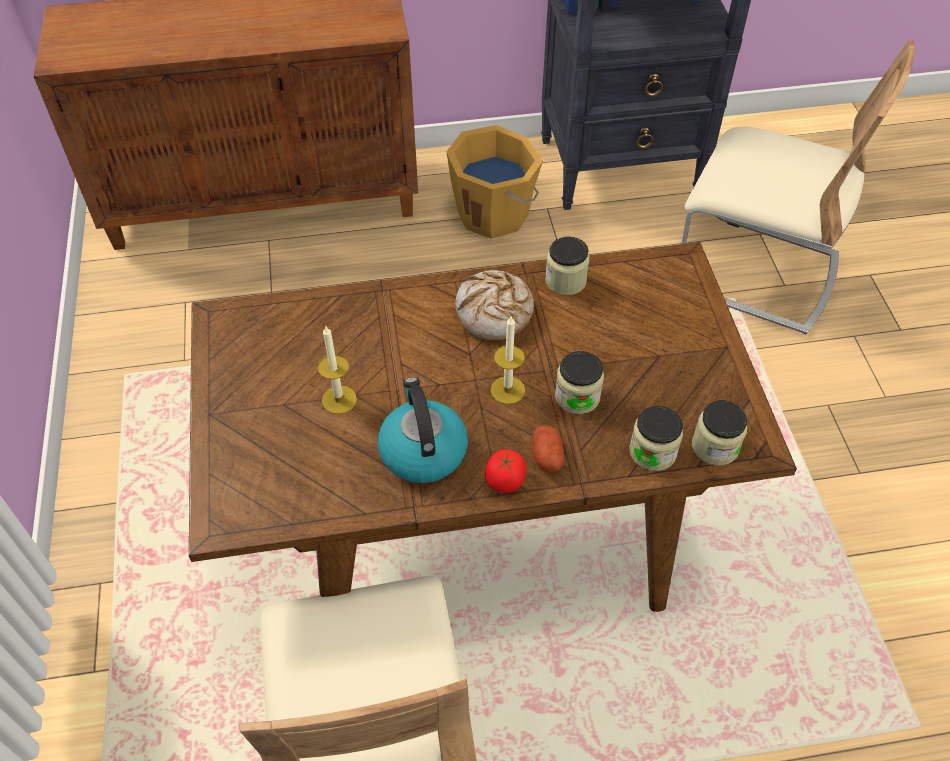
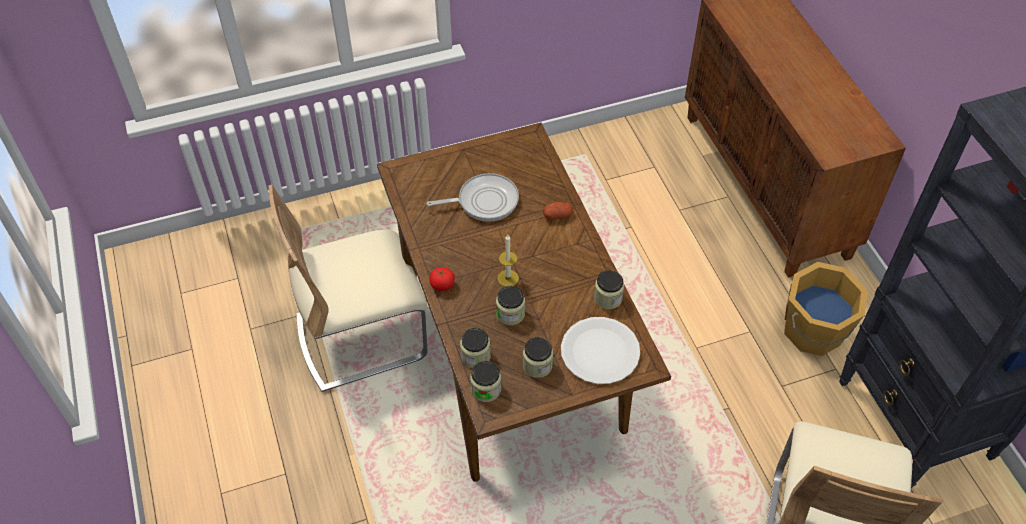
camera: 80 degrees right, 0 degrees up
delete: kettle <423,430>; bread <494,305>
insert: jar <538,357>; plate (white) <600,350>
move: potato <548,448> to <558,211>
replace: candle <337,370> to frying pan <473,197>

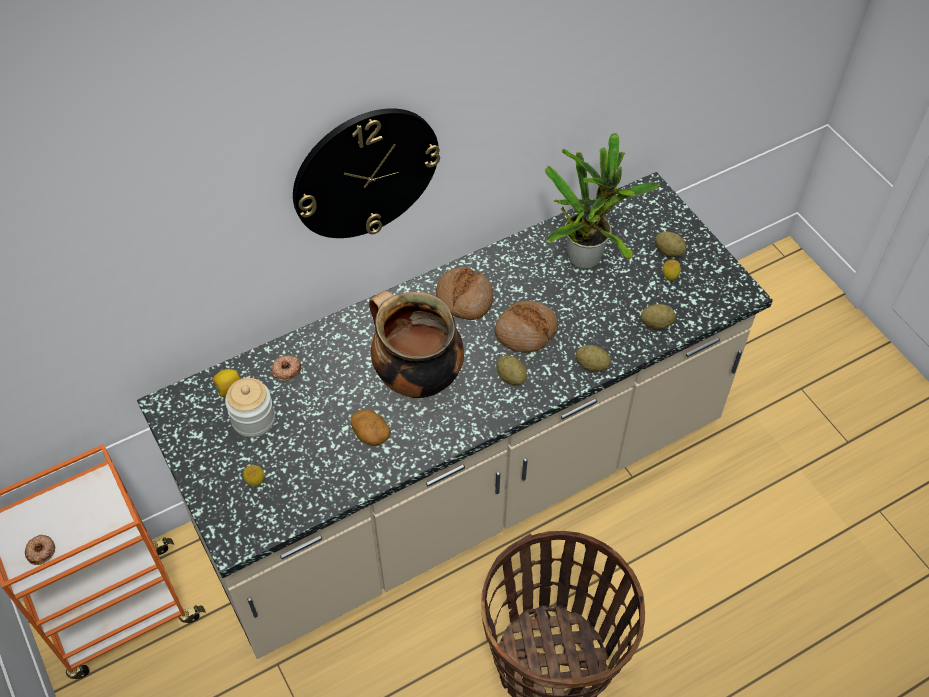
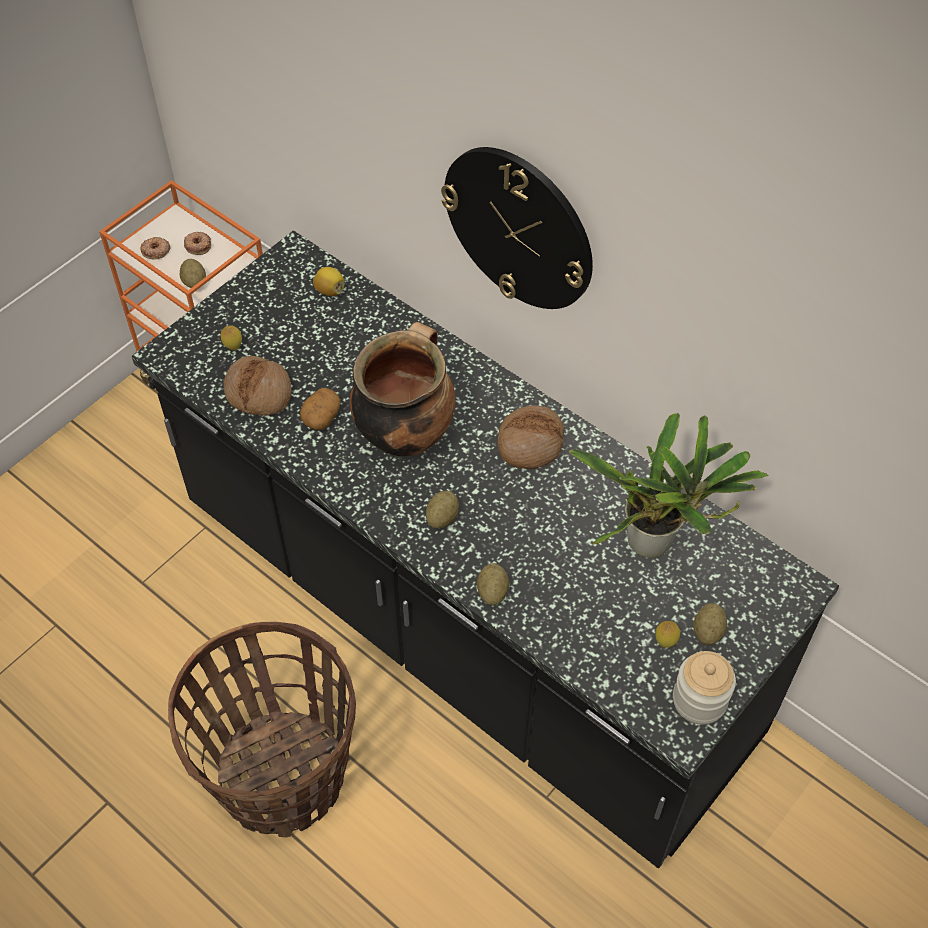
camera: 70 degrees right, 0 degrees up
move: jar <250,408> to <704,688>; donut <286,368> to <197,243>; bread <526,327> to <258,385>; potato <658,316> to <193,273>
recolor: counter (beige) <455,415> to counter (black) <485,549>

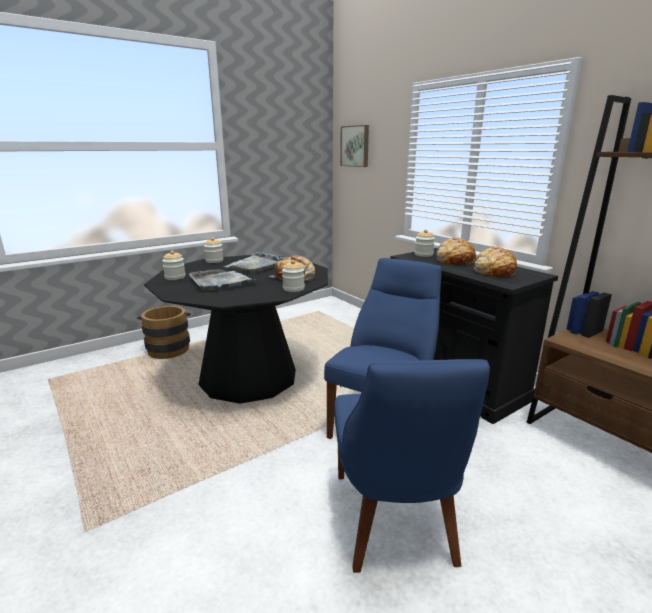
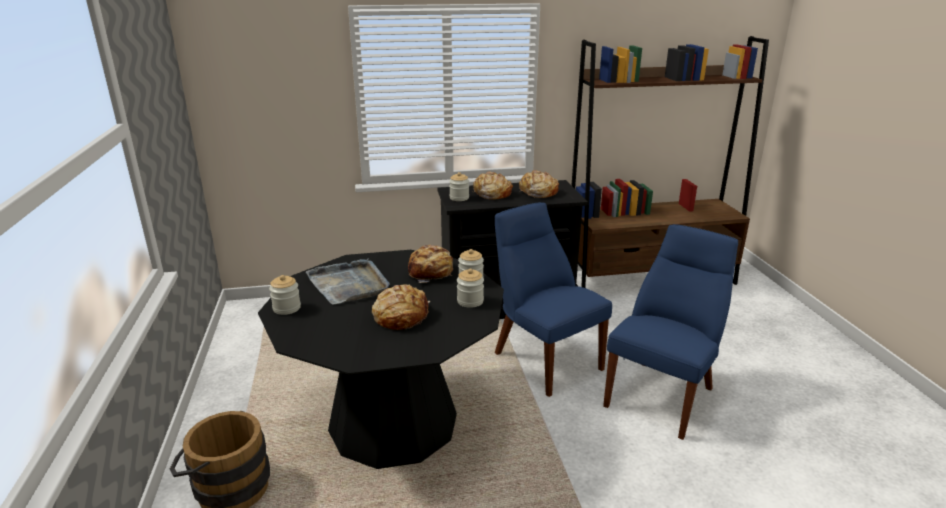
camera: 65 degrees left, 5 degrees up
delete: picture <354,146>
move: jar <174,265> to <470,288>
replace: tray (grey) <222,279> to bread <401,307>
rotate: chair (blue) <412,466> = <670,332> 75 degrees counterclockwise

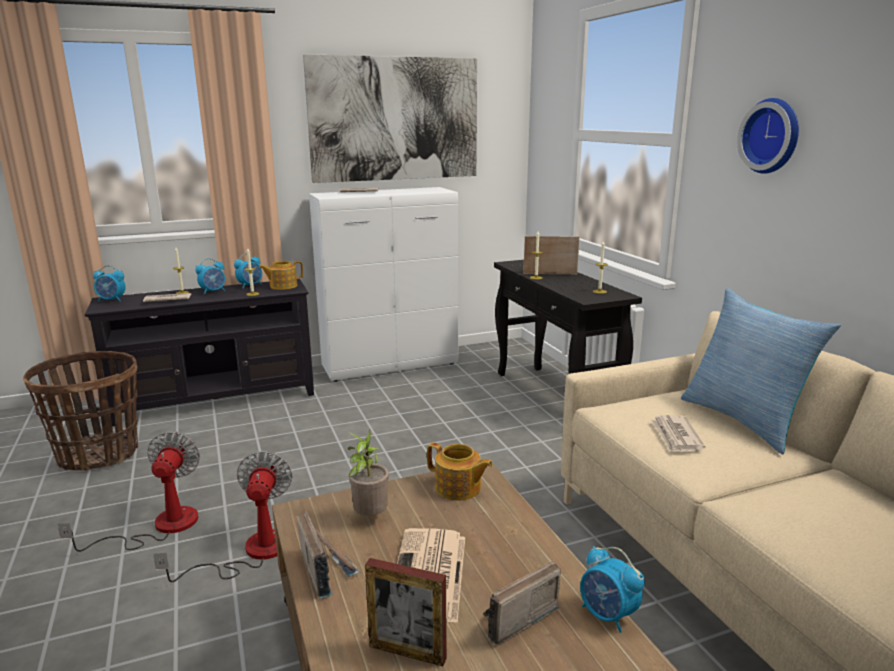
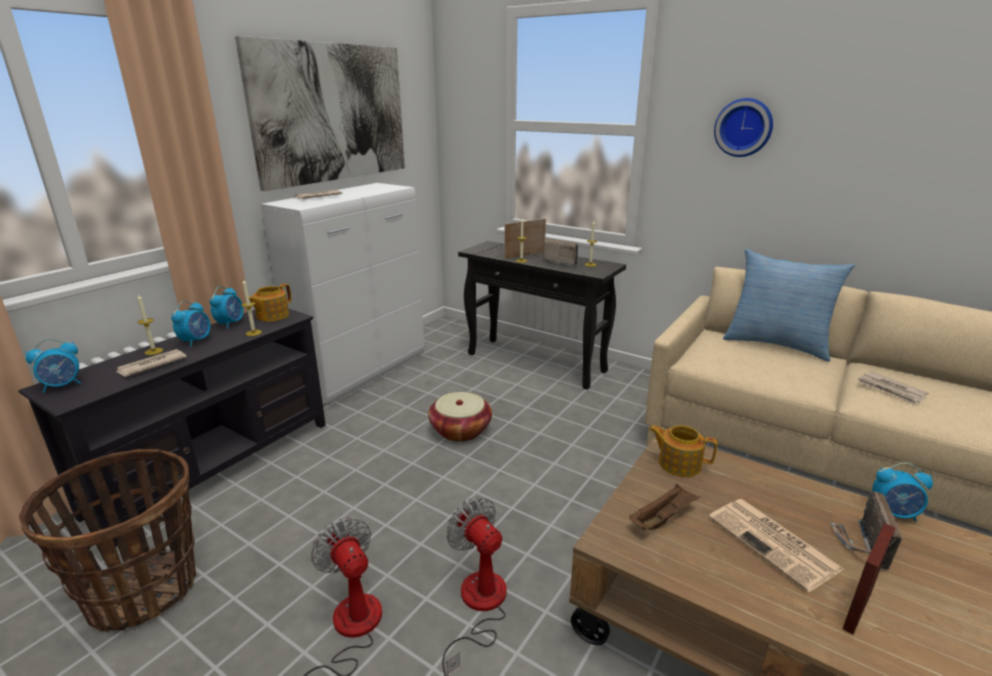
camera: 35 degrees left, 5 degrees up
insert: basket <460,417>
move: radio <328,555> to <561,252>; newspaper <678,434> to <893,389>
replace: potted plant <368,472> to tray (brown) <664,507>
rotate: picture frame <406,612> = <869,579> 150 degrees clockwise; teapot <460,472> = <683,451> 150 degrees counterclockwise

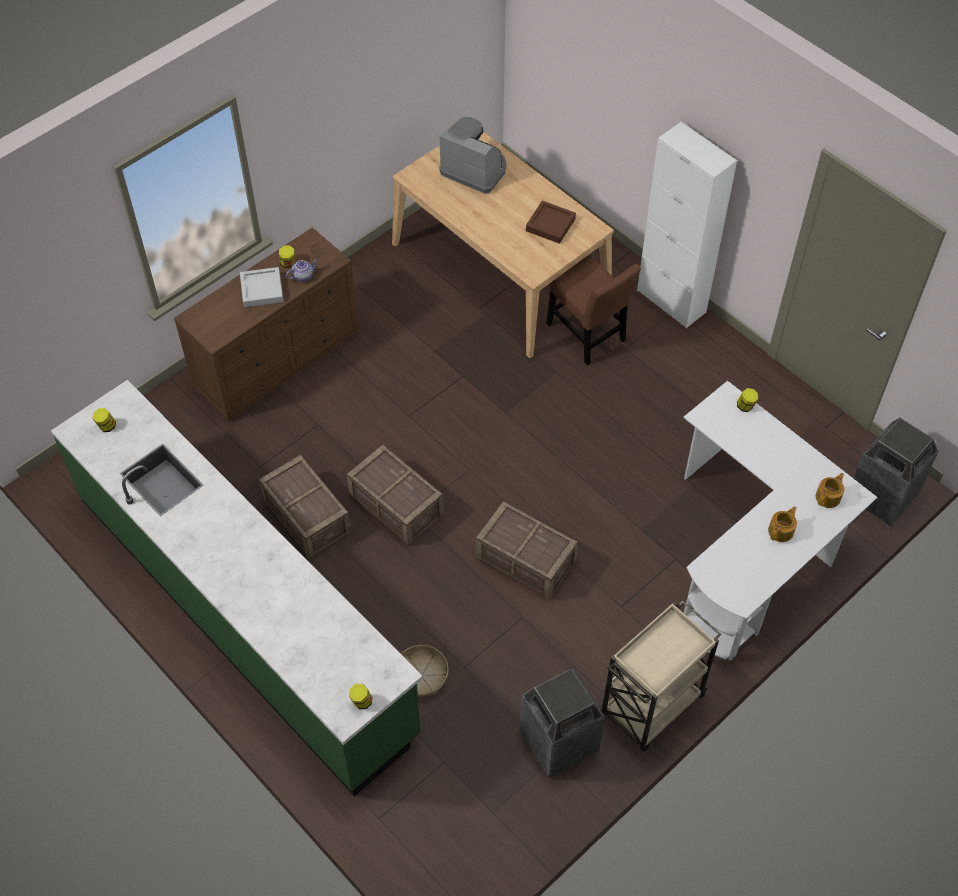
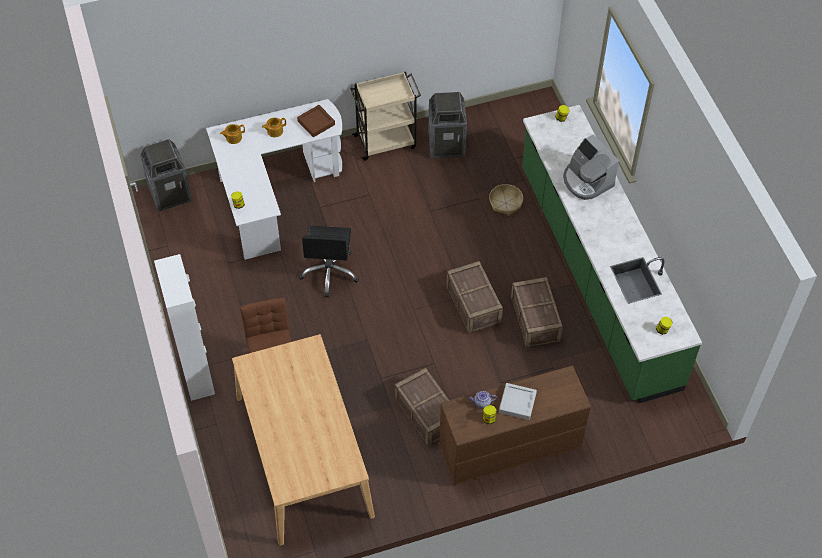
camera: 155 degrees left, 0 degrees up
insert: office chair (black) <329,261>
move: coffee machine <472,155> to <591,167>; crate <527,550> to <421,407>; tray (brown) <551,222> to <316,121>

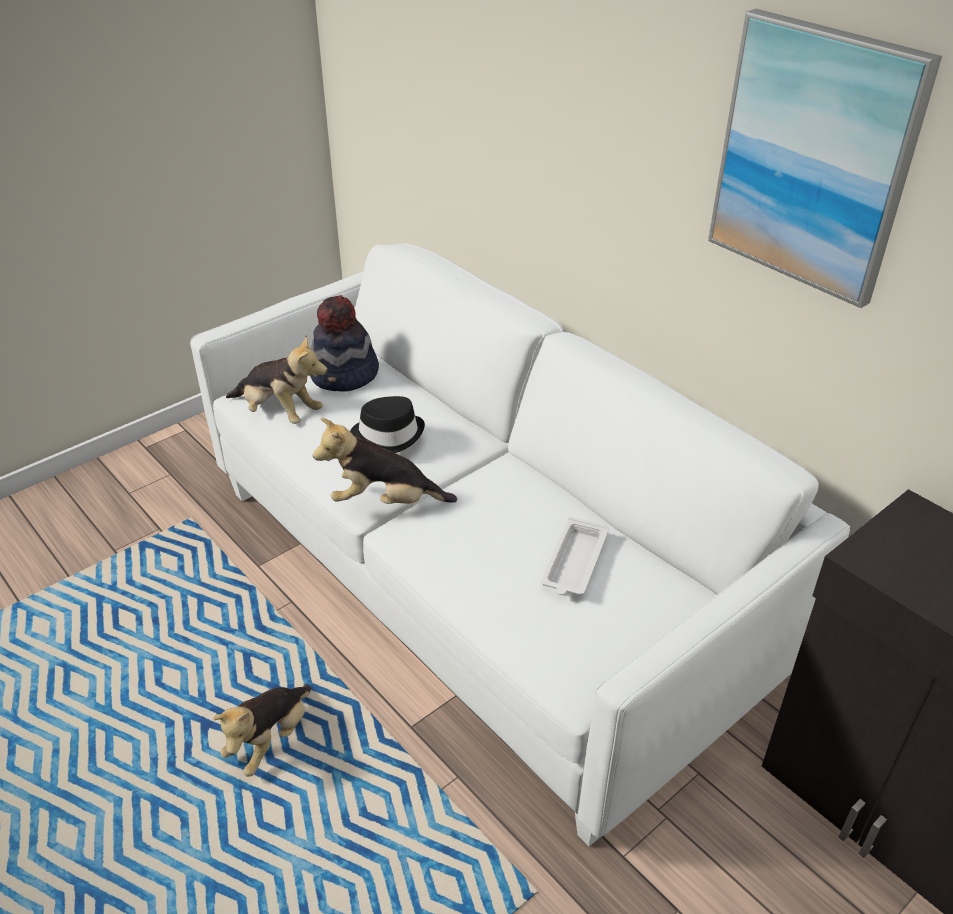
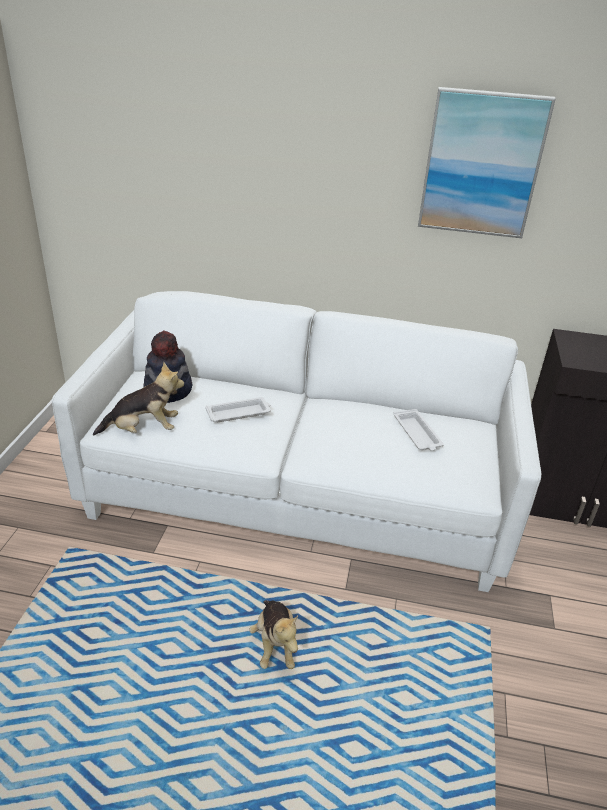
camera: 40 degrees left, 5 degrees down
delete: plush toy <385,461>
replace: hat (black) <387,424> to tray (white) <238,409>

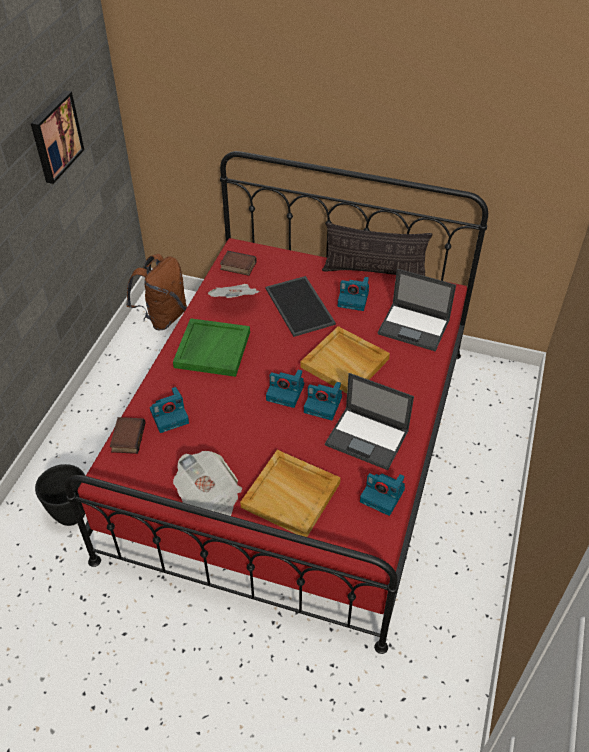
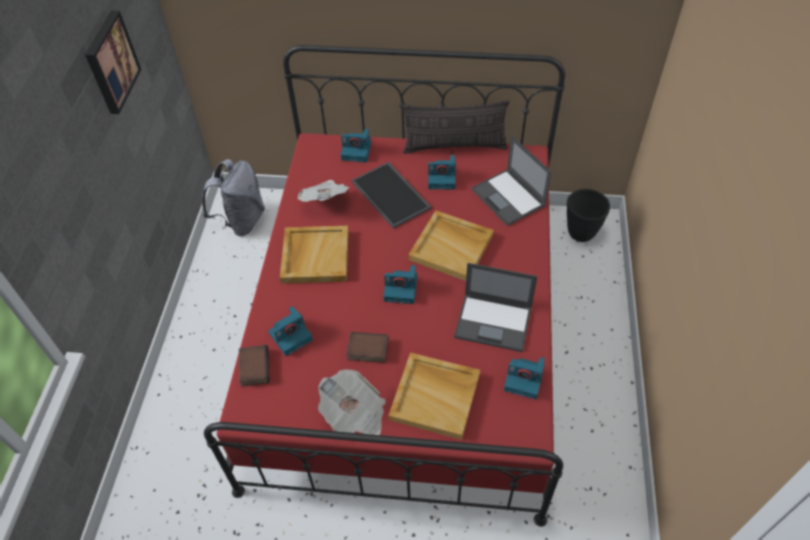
camera: 10 degrees left, 5 degrees up
move: planter (black) <60,495> to <588,215>; book <238,263> to <367,347>; photo camera <323,401> to <356,145>
recolor: backpack (brown) <156,292> to backpack (grey) <233,197>; tray (green) <211,347> to tray (beige) <314,254>
rotate: laptop <417,310> = <511,181> 45 degrees clockwise

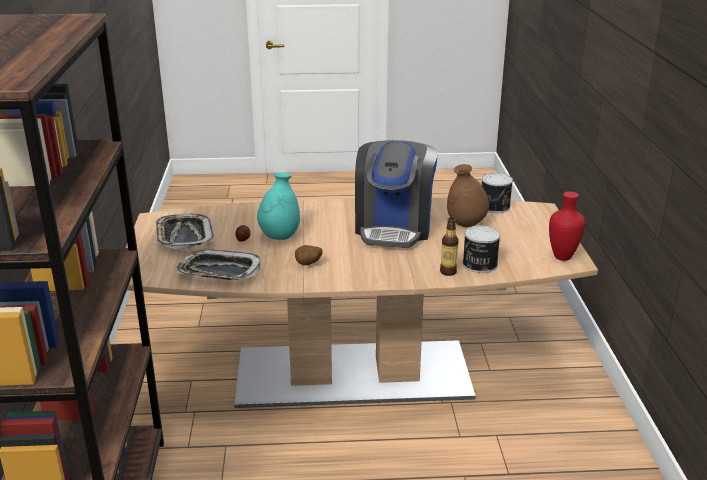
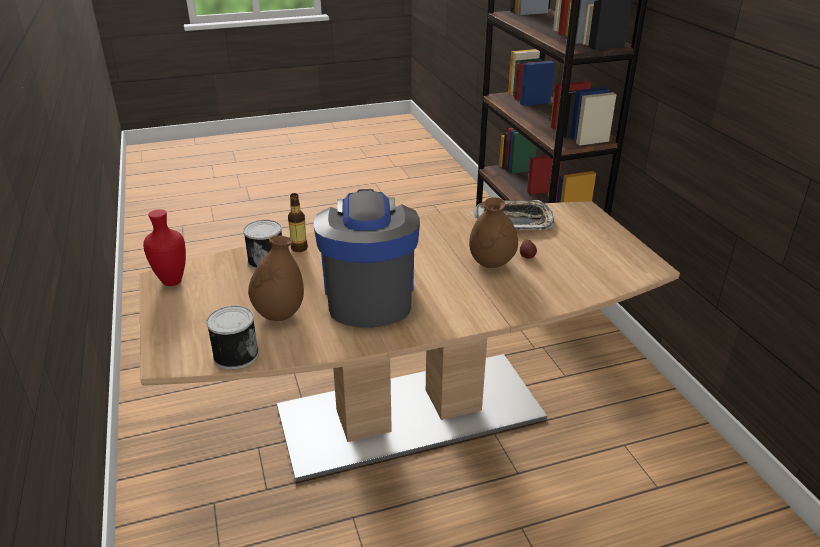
camera: 165 degrees right, 5 degrees up
delete: tray <185,231>; potato <308,255>
recolor: vase (turquoise) <278,206> to vase (brown) <493,232>

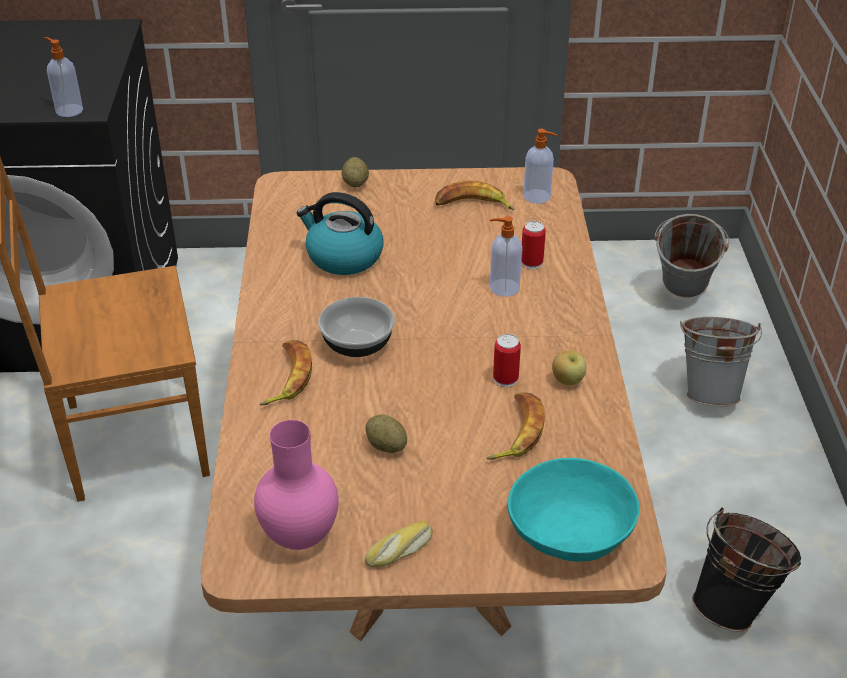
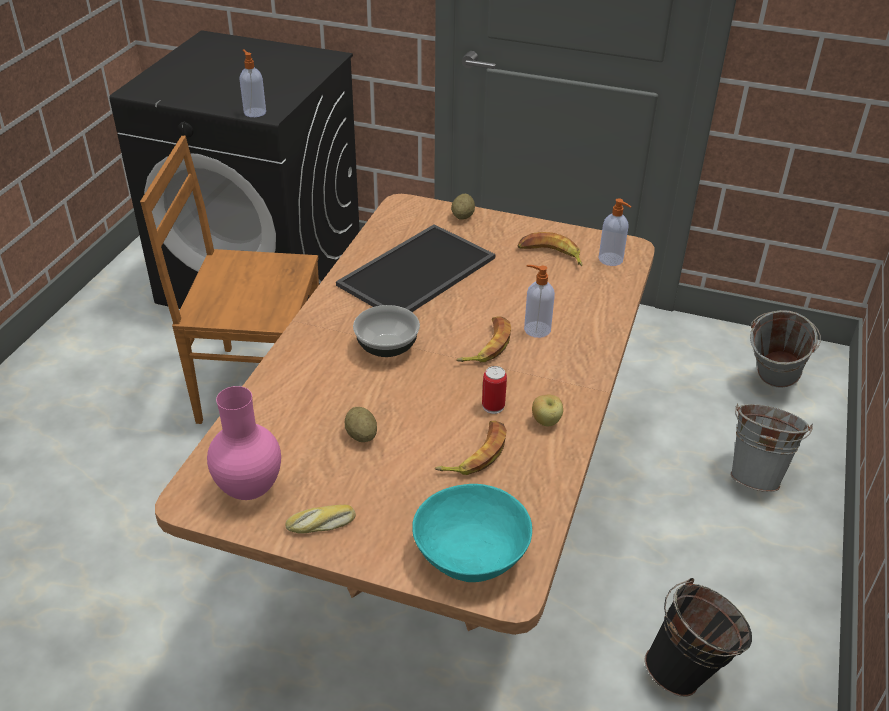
camera: 20 degrees right, 0 degrees up
delete: can <533,245>
move: banana <286,372> to <483,339>
replace: kettle <340,233> to tray <415,268>

